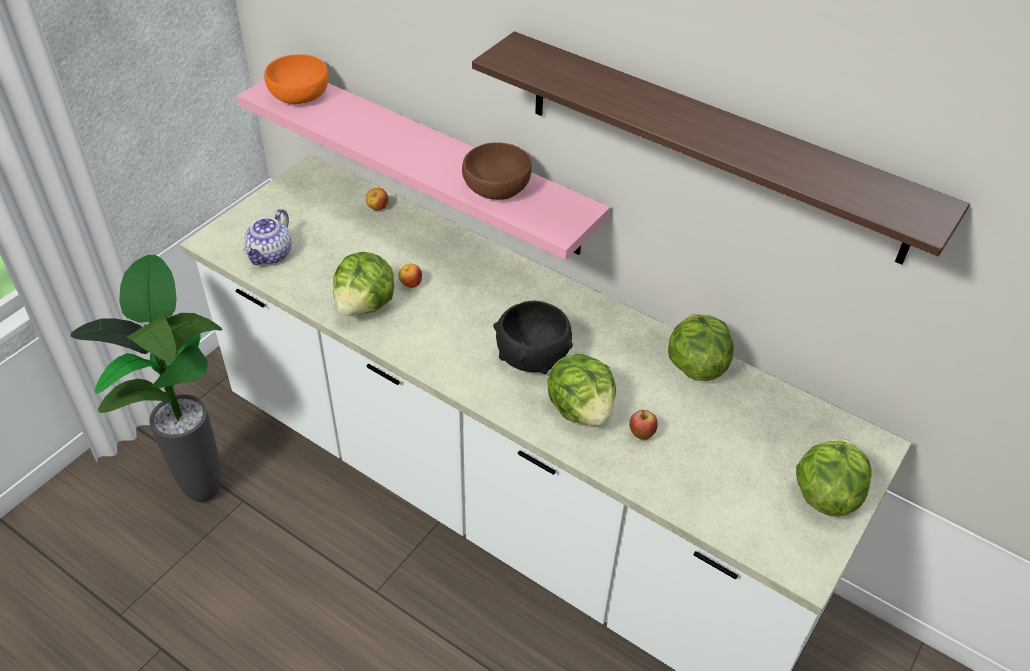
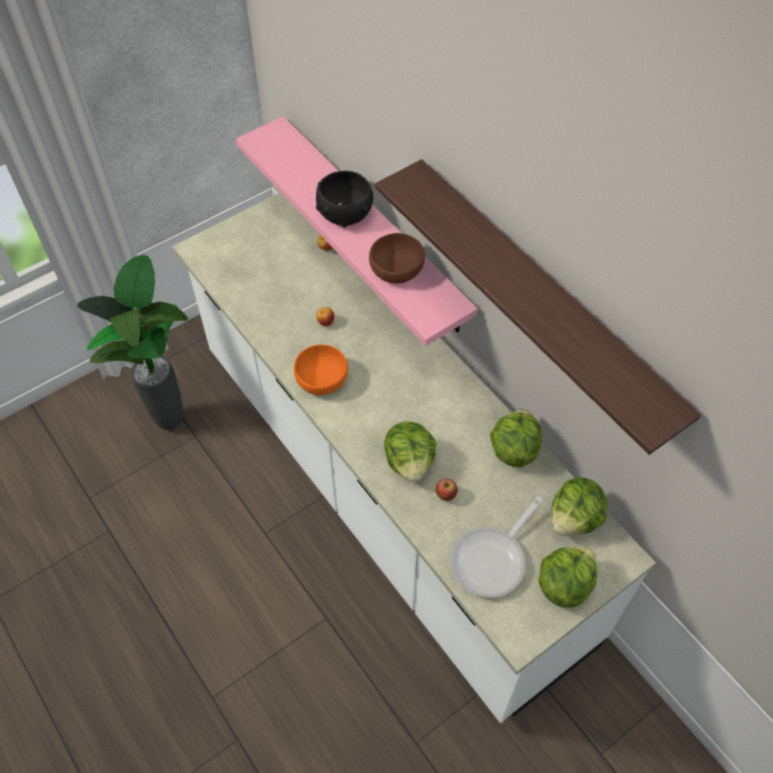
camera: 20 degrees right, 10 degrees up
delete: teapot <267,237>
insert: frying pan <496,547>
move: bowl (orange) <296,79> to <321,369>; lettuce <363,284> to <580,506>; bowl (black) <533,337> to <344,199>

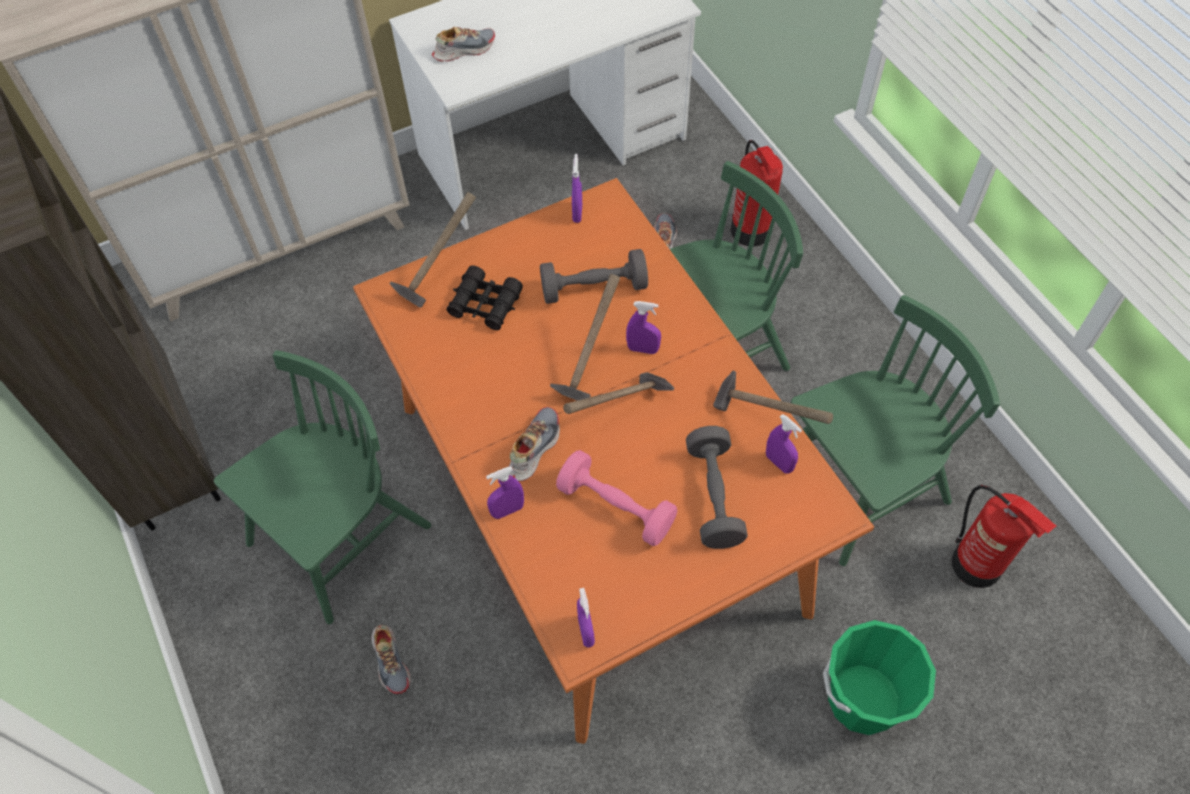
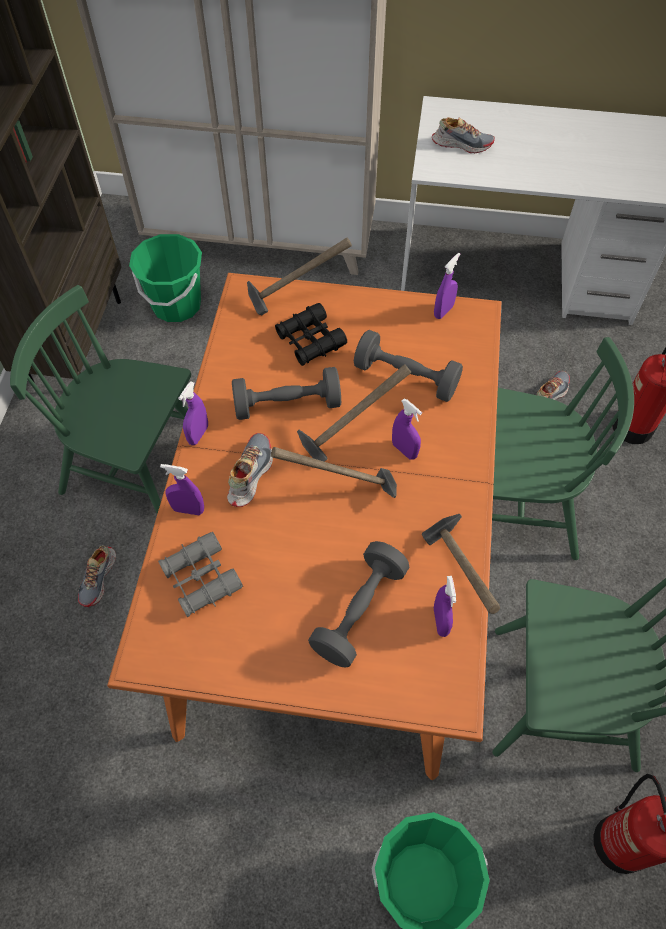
camera: 35 degrees right, 0 degrees up
delete: dumbbell (pink) <616,498>
insert: bucket (green) <165,278>; binoculars (grey) <200,574>; dumbbell (grey) <286,393>
move: spray bottle (purple) <586,618> to <193,413>
rotate: chair (green) <322,487> = <100,399> 150 degrees counterclockwise; shoe <534,444> = <250,470> 45 degrees counterclockwise

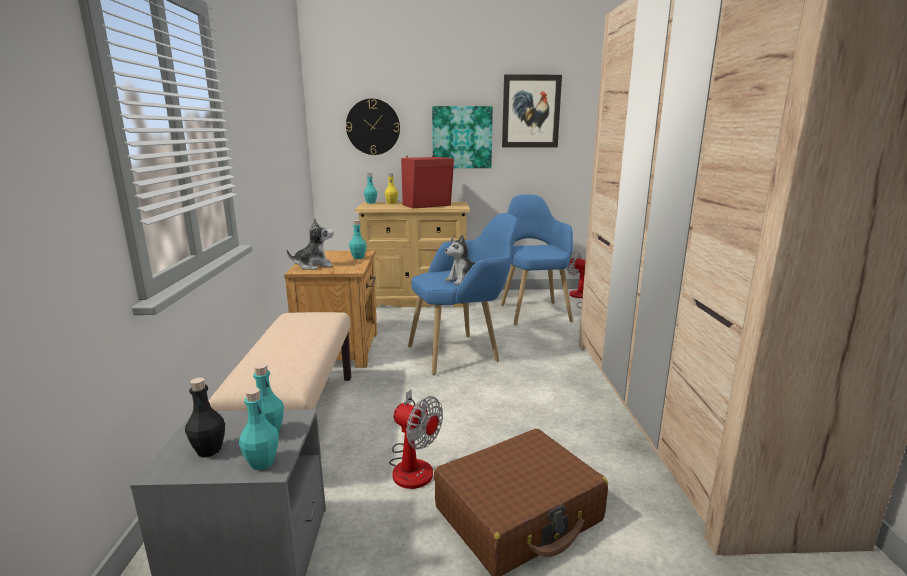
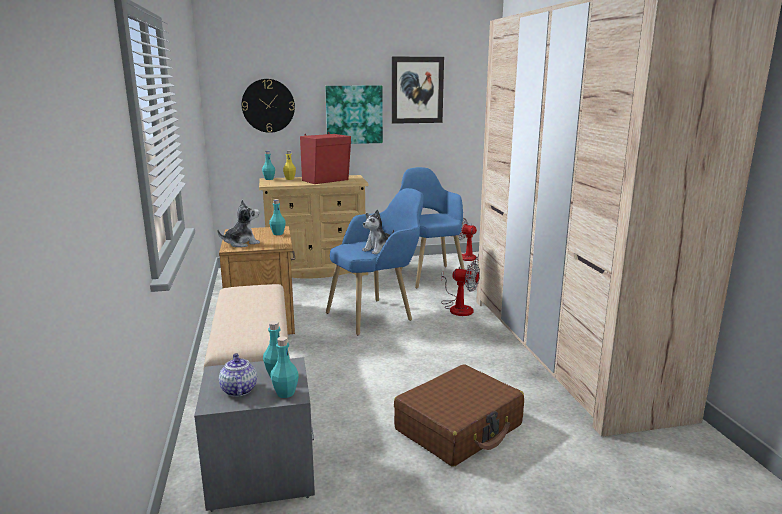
camera: 10 degrees left, 0 degrees up
move: fan <416,439> to <460,289>
replace: bottle (black) <205,417> to teapot <238,375>

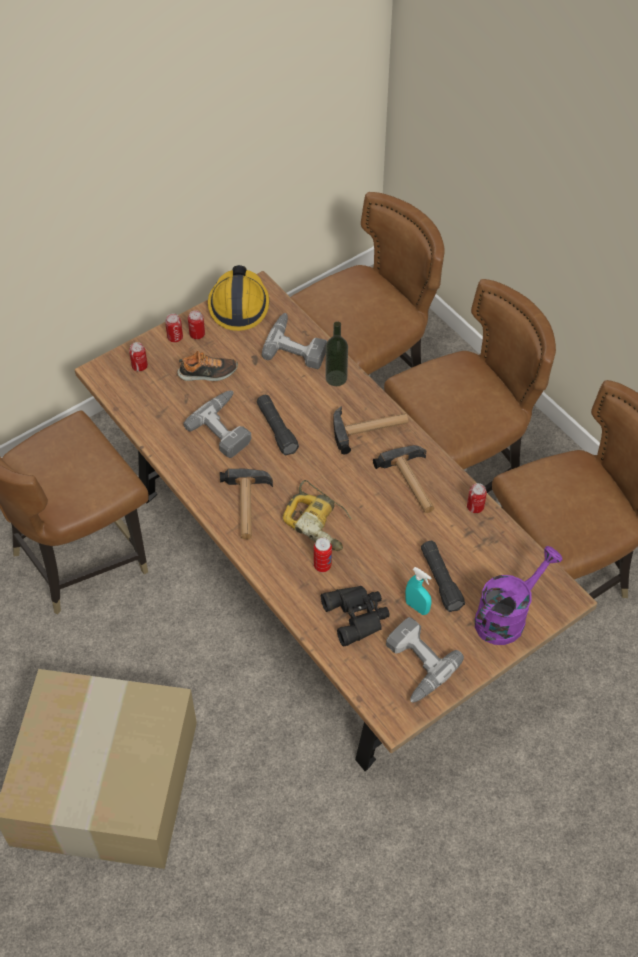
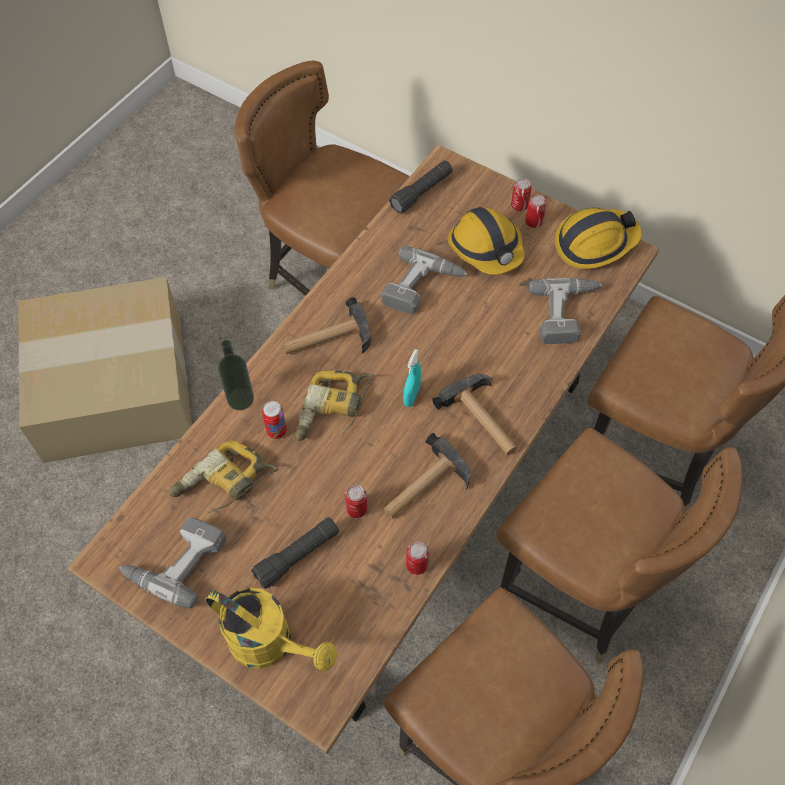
camera: 70 degrees right, 5 degrees up
move: can <138,356> to <356,501>; flashlight (black) <278,425> to <421,187>; bottle <337,353> to <236,375>; spray bottle (turquoise) <418,591> to <412,378>
replace: shoe <207,366> to hard hat <486,241>; binoculars (black) <355,616> to power drill <223,477>
recolor: watering can (purple) <518,595> to watering can (yellow) <271,630>

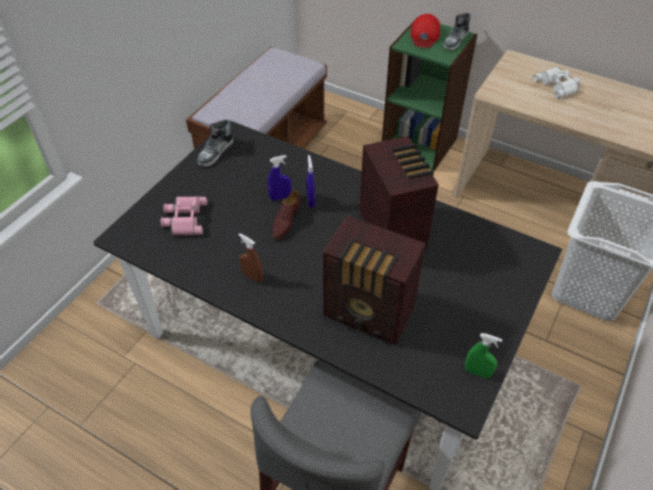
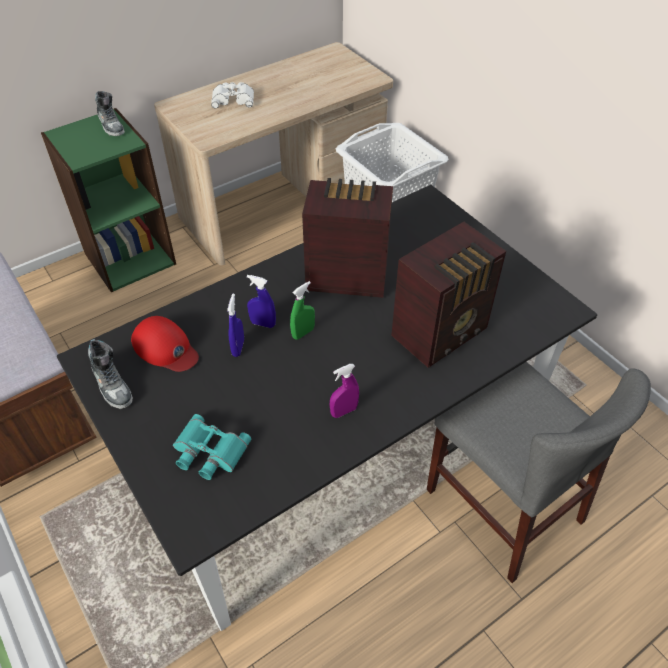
camera: 65 degrees left, 0 degrees up
delete: shoe (brown) <287,214>
move: cap (red) <425,31> to <165,344>; spray bottle (green) <484,355> to <302,310>
recolor: binoculars (pink) <184,216> to binoculars (turquoise) <212,447>; spray bottle (brown) <251,258> to spray bottle (purple) <344,391>

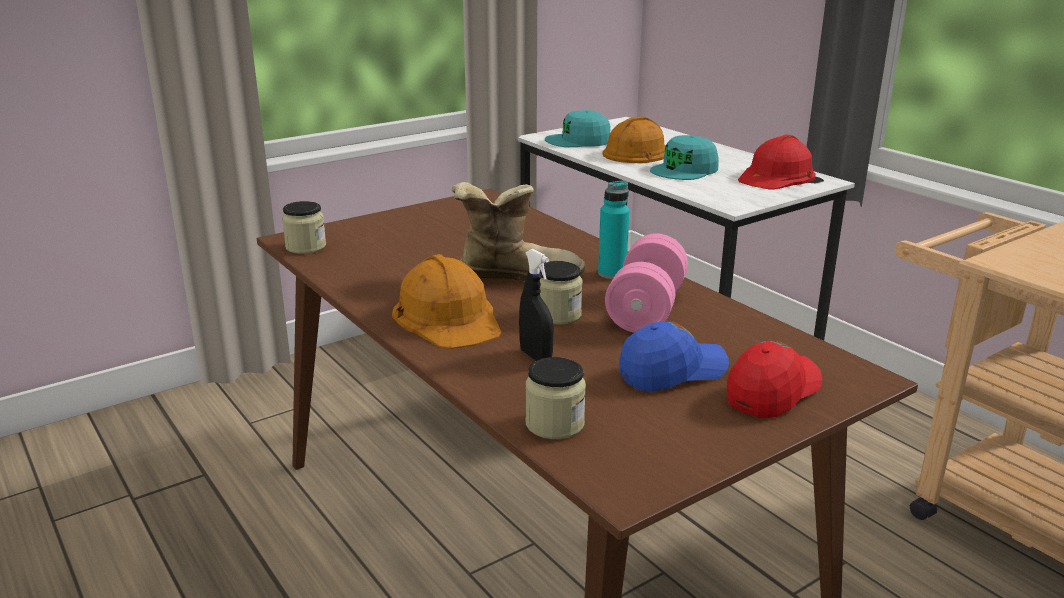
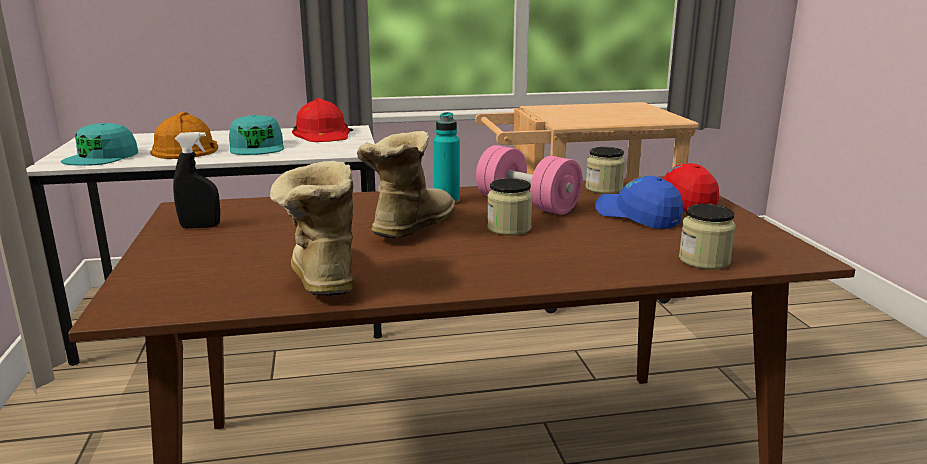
camera: 65 degrees left, 5 degrees down
delete: hard hat (orange) <447,301>
insert: boot <312,228>
move: jar <304,227> to <605,170>; spray bottle (black) <536,305> to <196,180>
rotate: cap (blue) <674,357> = <639,202> 45 degrees counterclockwise

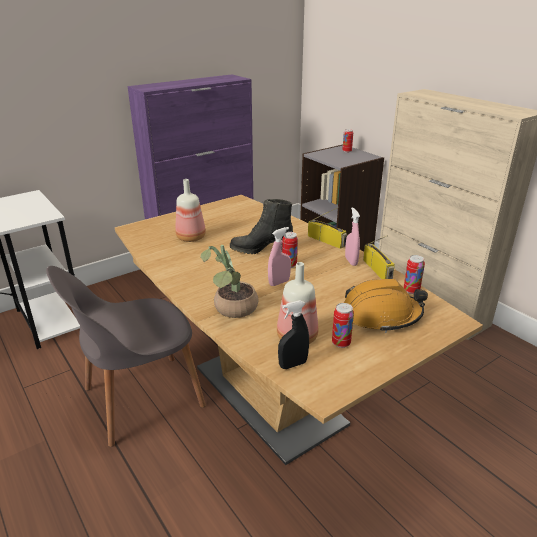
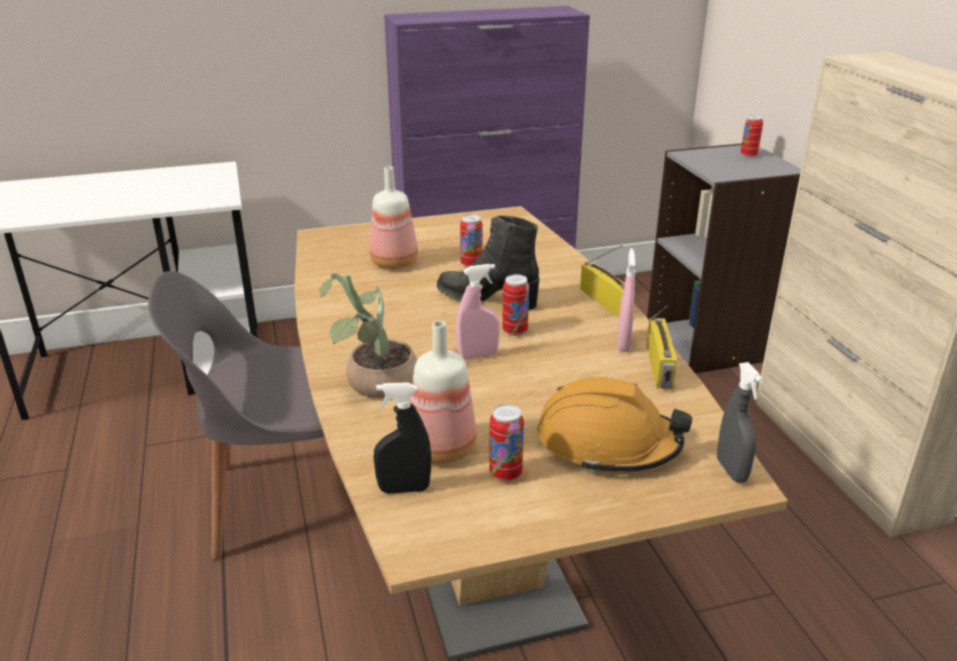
camera: 20 degrees right, 0 degrees up
insert: spray bottle (grey) <740,422>
move: can <414,274> to <471,241>

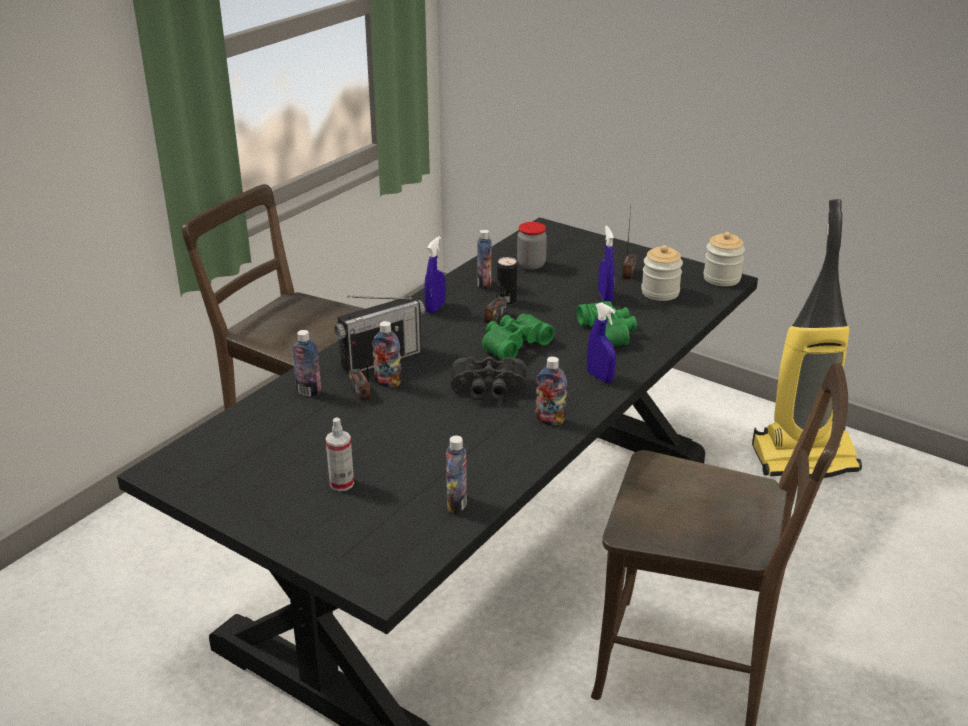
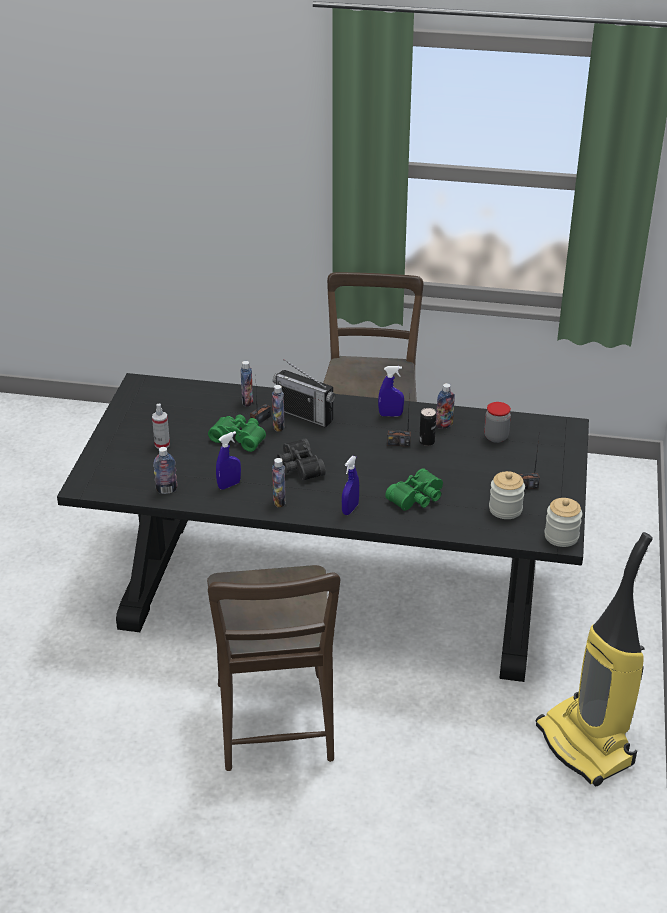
camera: 65 degrees right, 5 degrees up
move: binoculars (green) <518,336> to <237,433>; spray bottle (blue) <606,264> to <228,460>

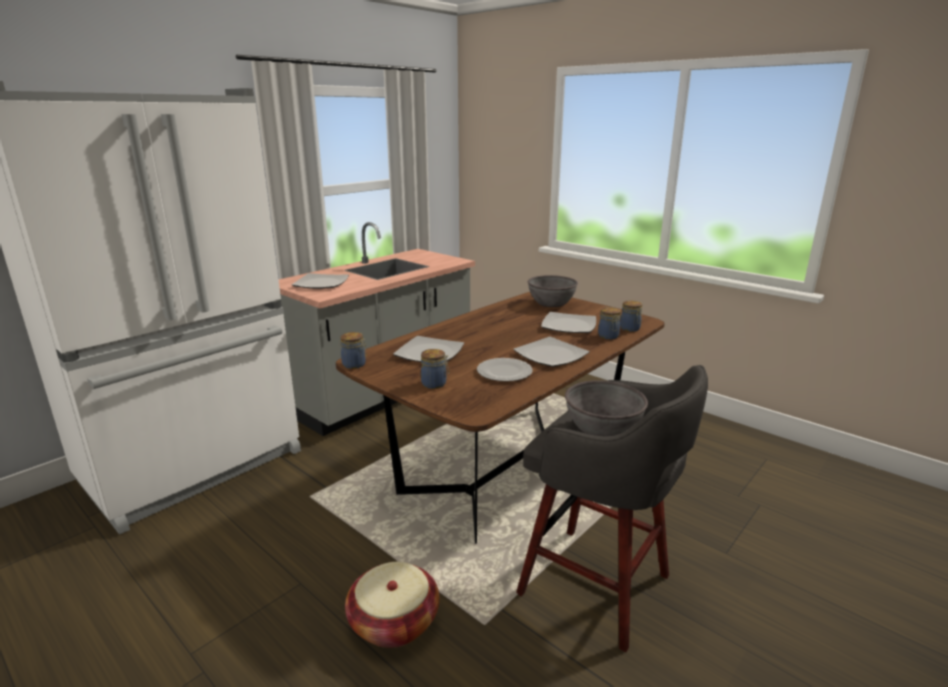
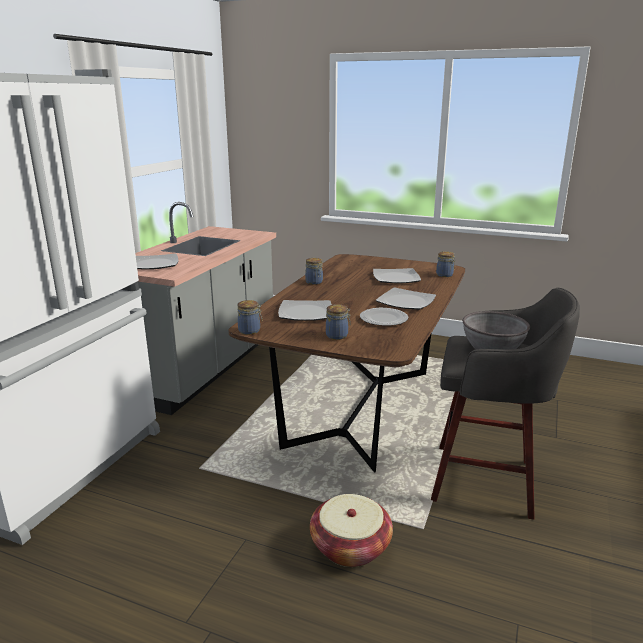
camera: 20 degrees left, 0 degrees up
delete: bowl (grey) <553,291>
move: jar <609,323> to <314,271>

